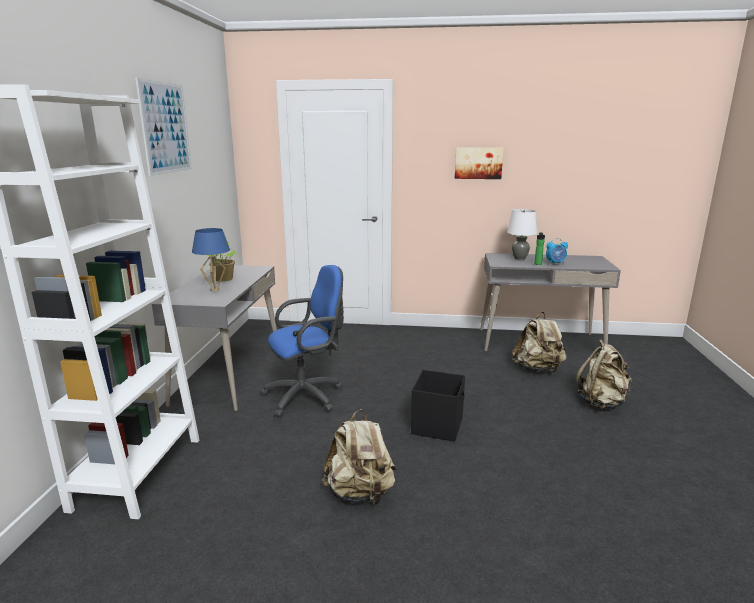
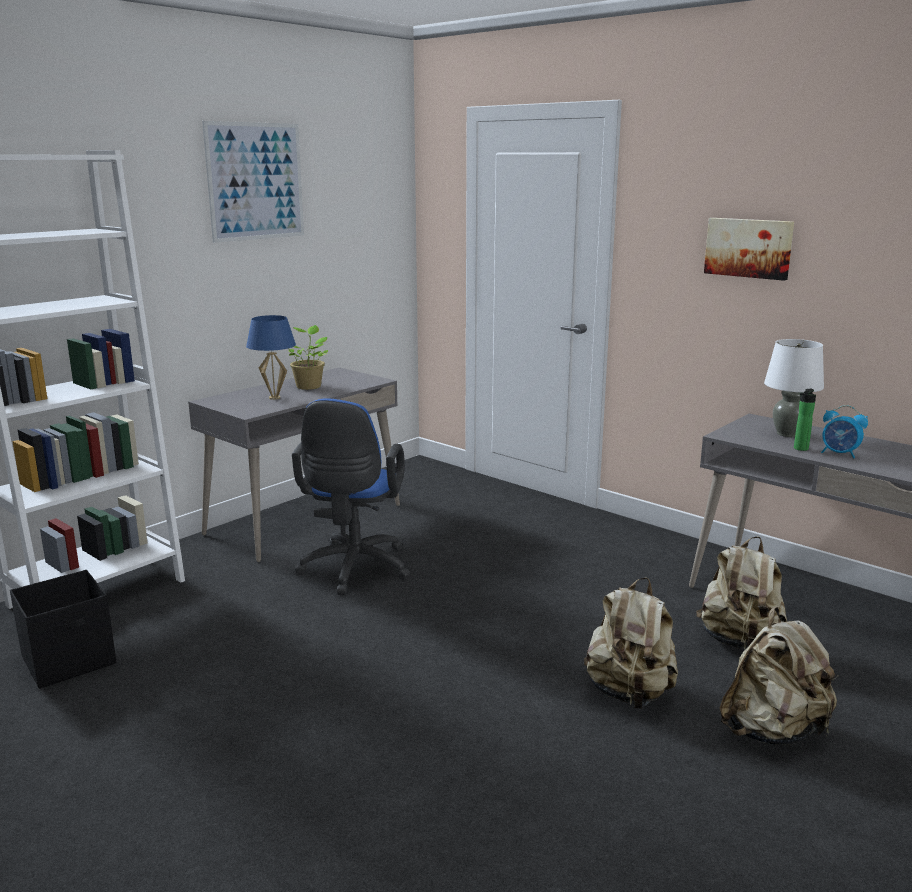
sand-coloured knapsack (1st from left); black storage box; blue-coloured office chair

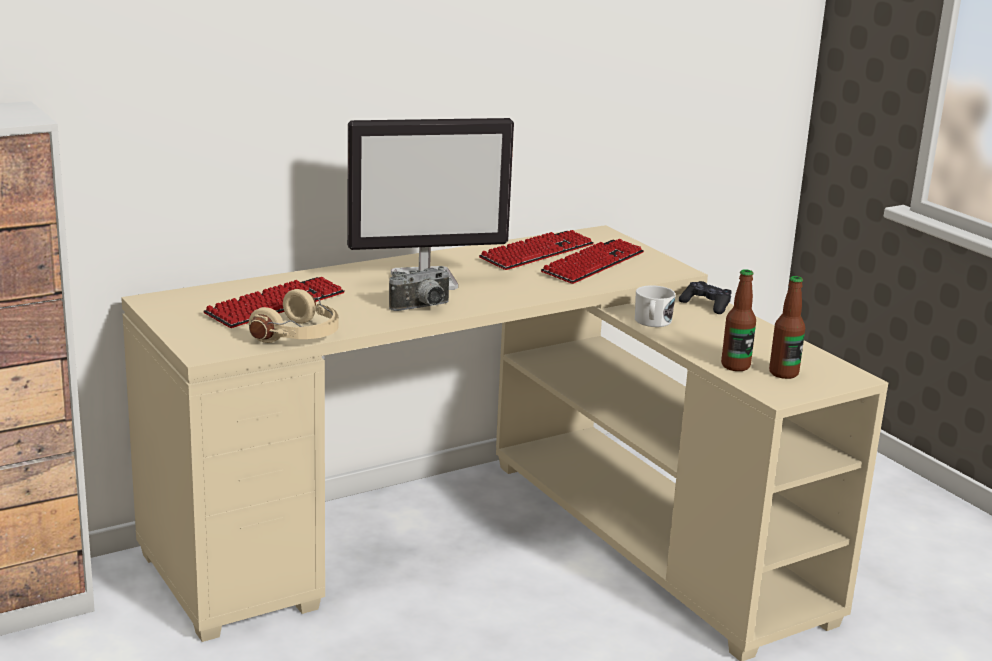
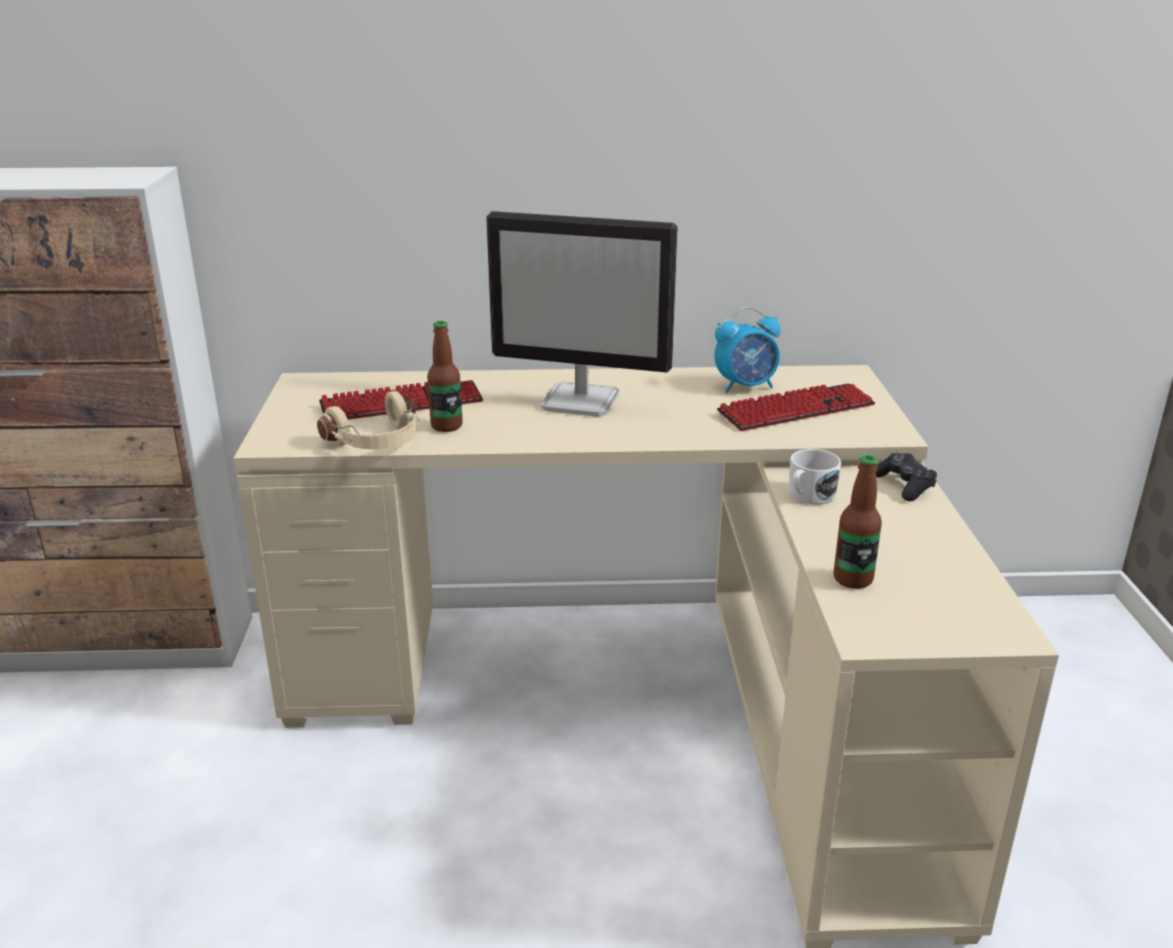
still camera; drink bottle (1st from left); bedside clock

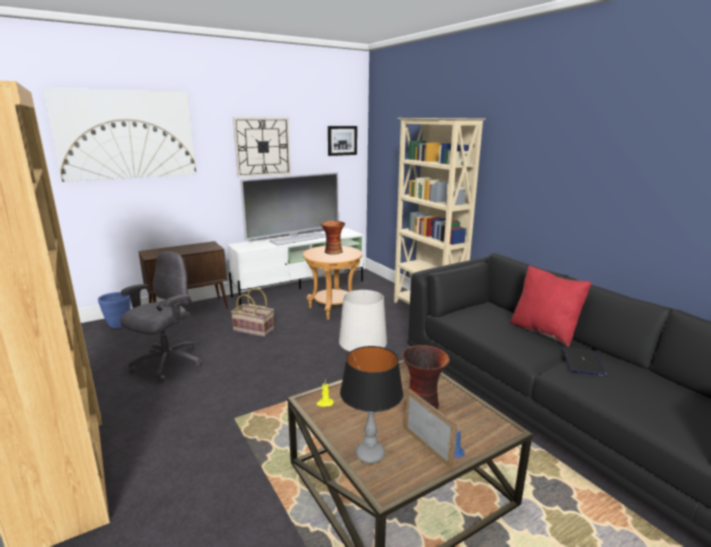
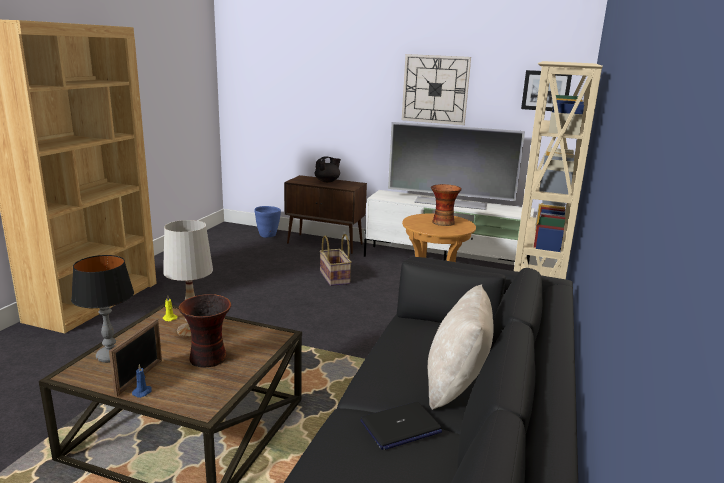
wall art (1st from left in the first image); gray office chair; black pot for tea; sand-coloured throw pillow

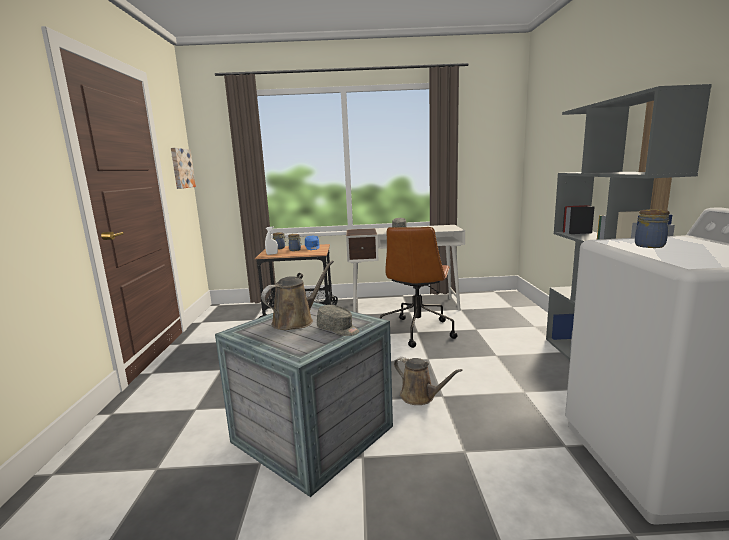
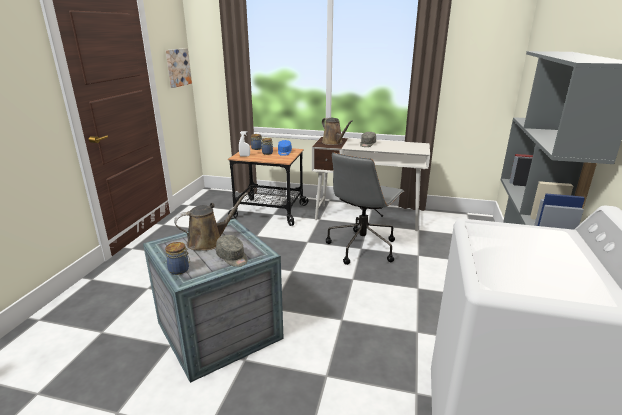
brownish watering pot (2nd from left); jar (1st from left); gray office chair

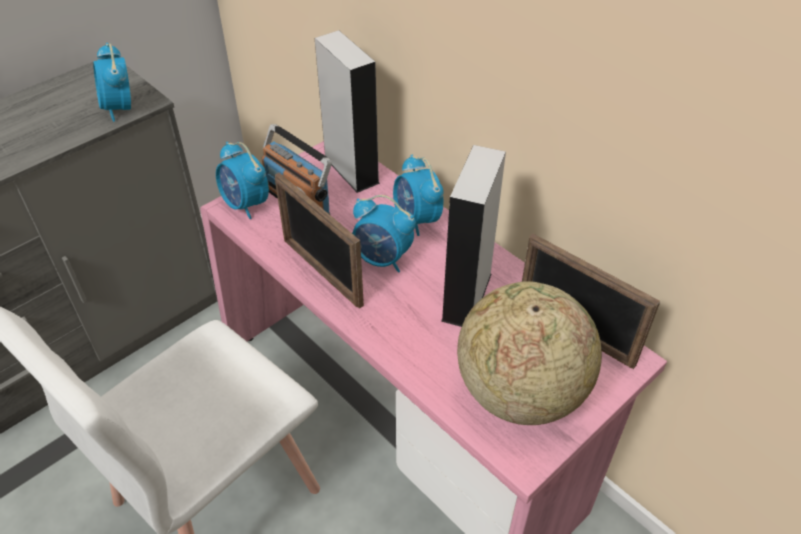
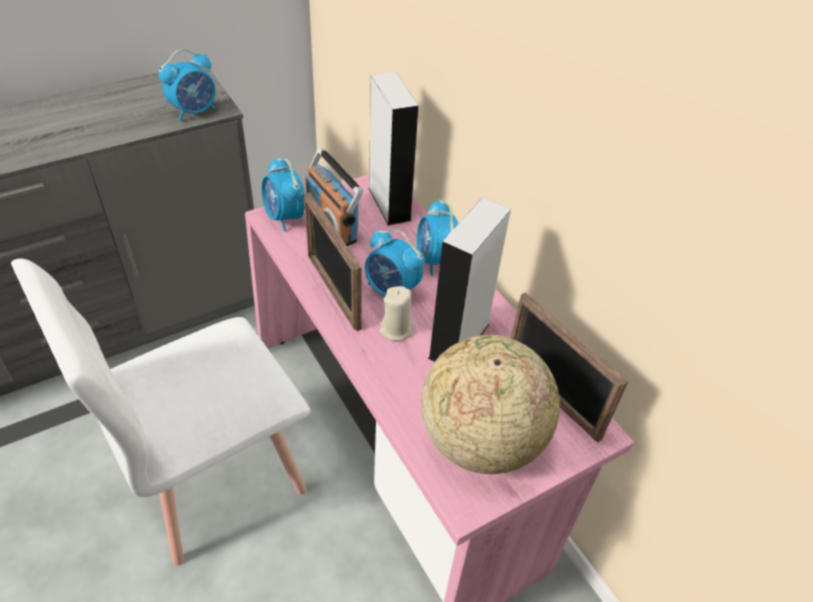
sand-coloured wax candle; bedside clock (1st from left)

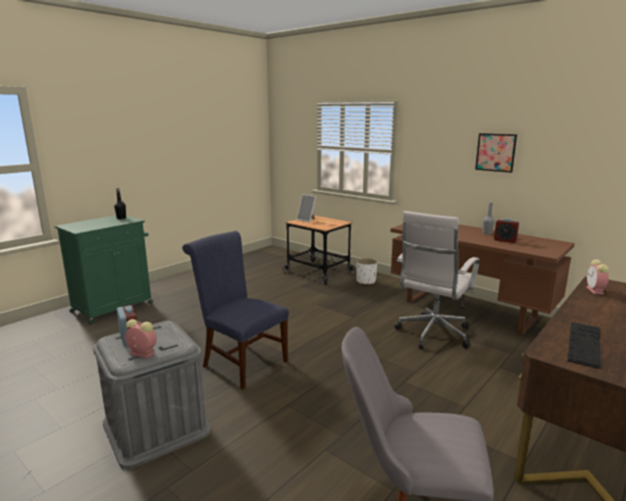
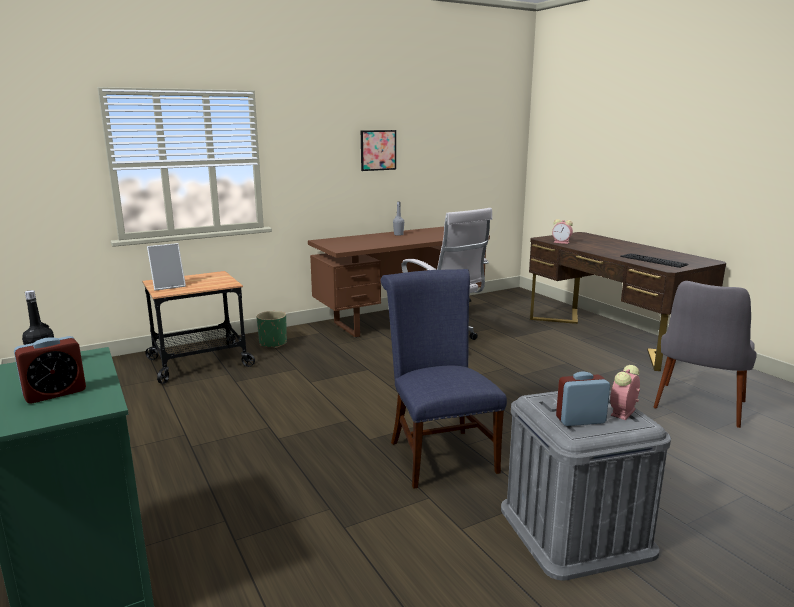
bedside clock (1st from left); greenish planter; blue-coloured chair

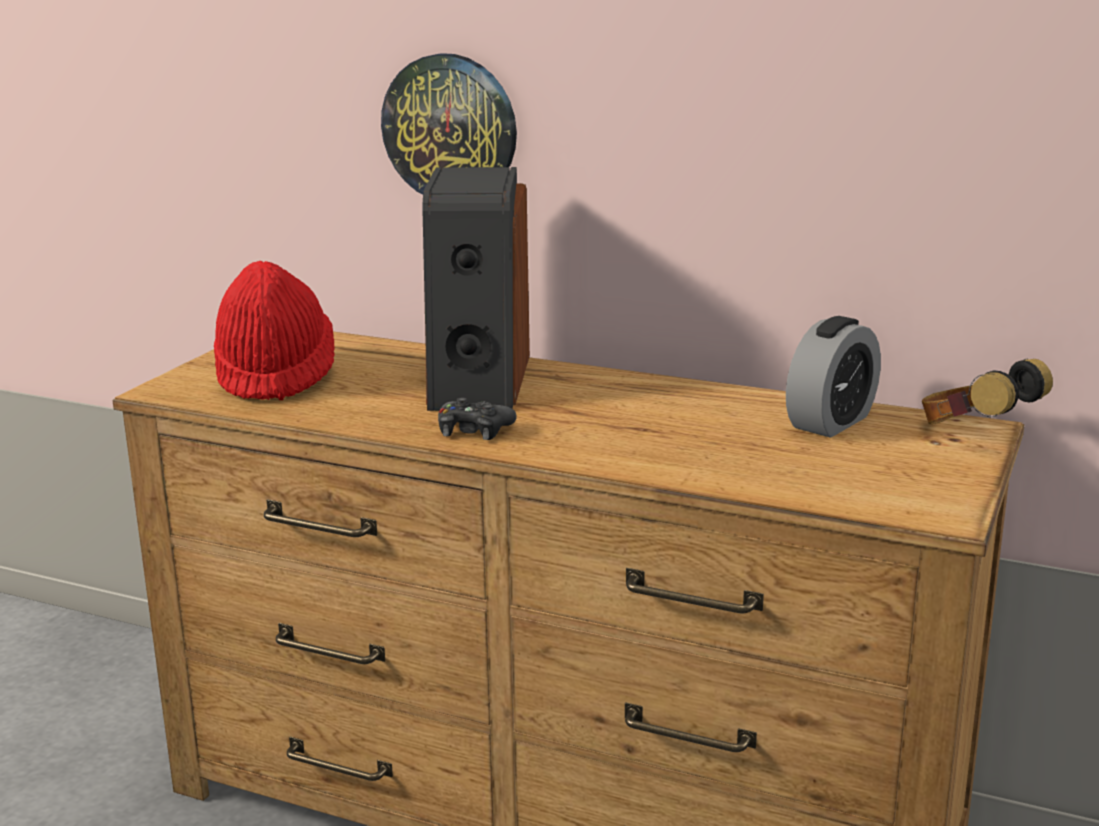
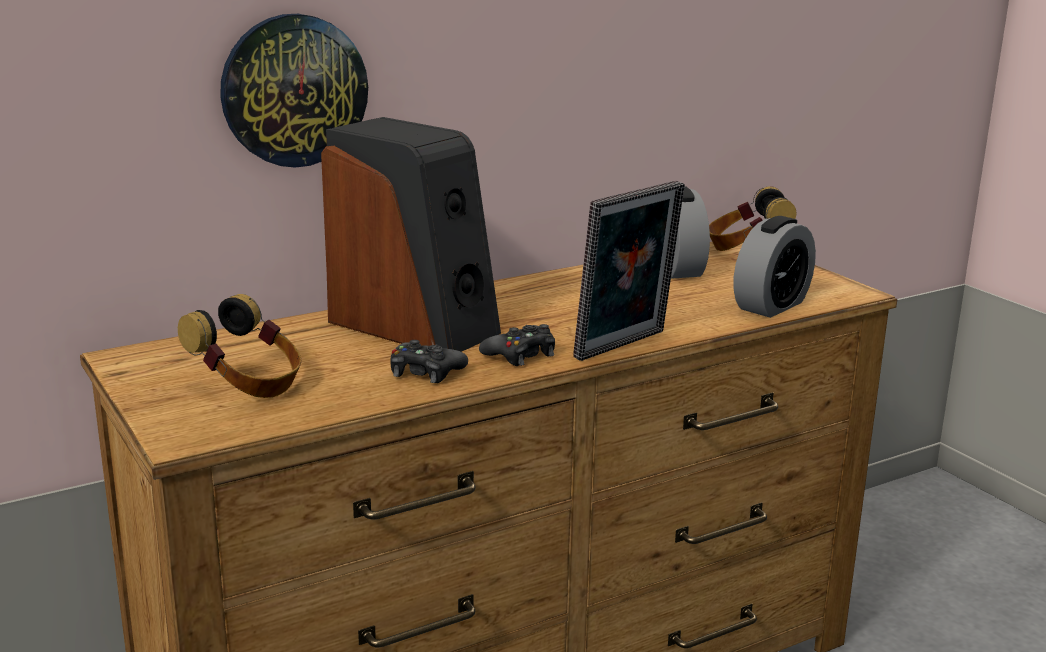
black gamepad (1st from left); standing frame; bedside clock (2nd from left); pair of headphones (1st from left)

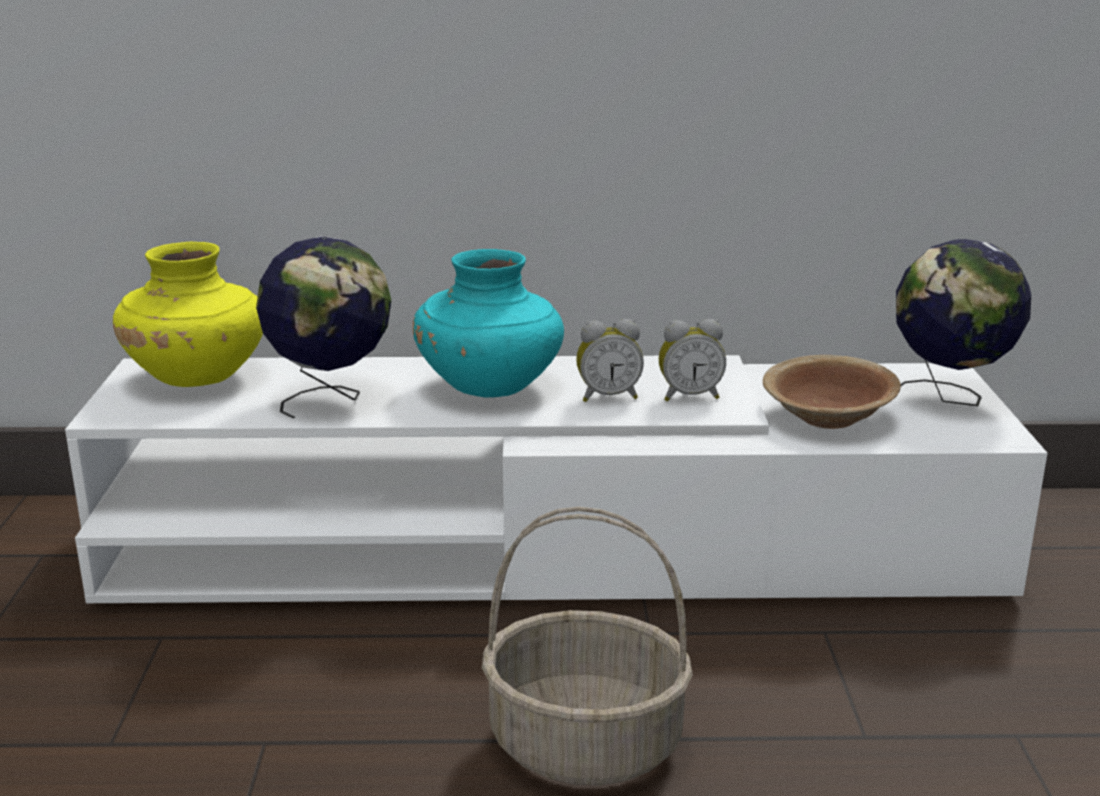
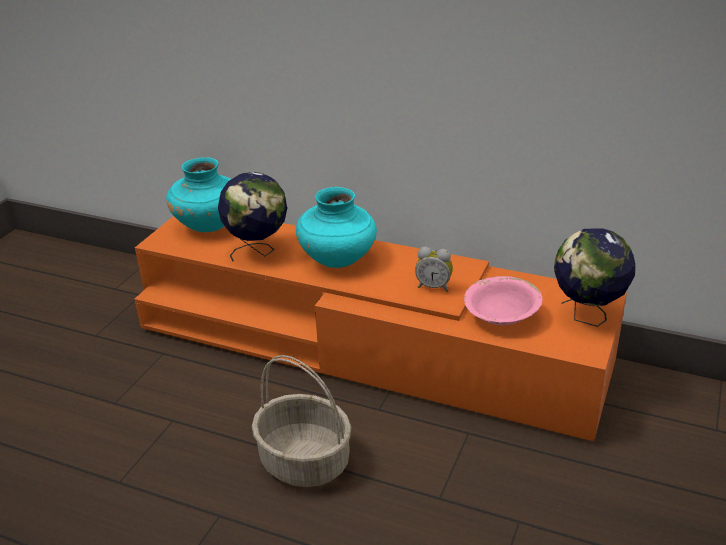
bedside clock (1st from left in the first image); orange-coloured tv stand; turquoise-coloured flower vase (1st from left); pink-coloured bowl

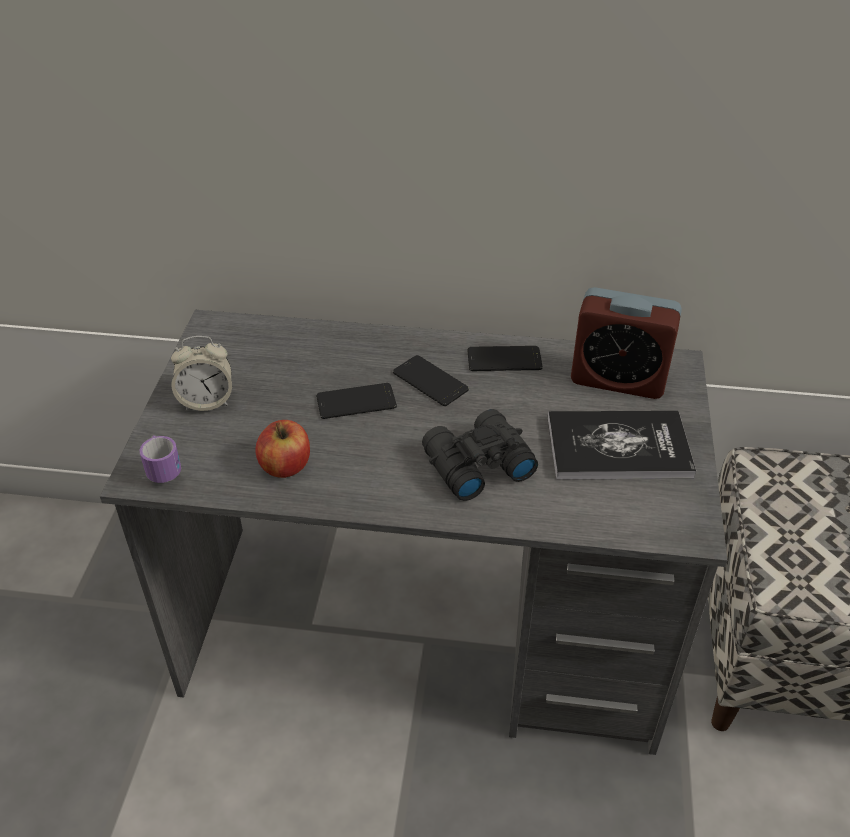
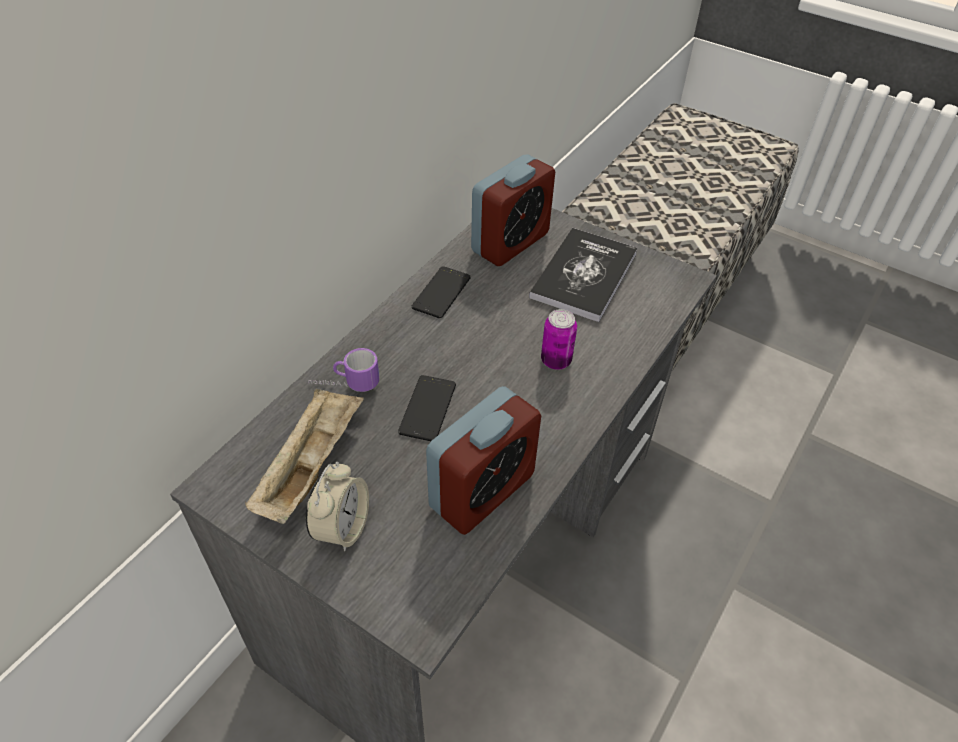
handset (2nd from left in the first image); sand-coloured serving tray; mug; bedside clock (2nd from left); can

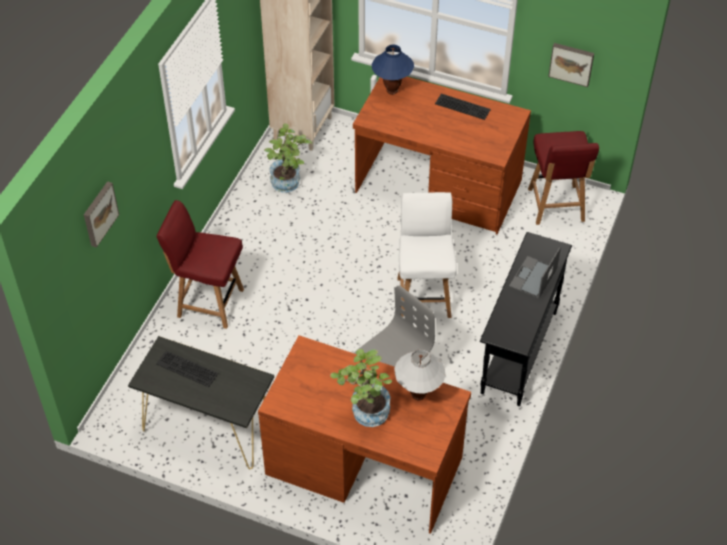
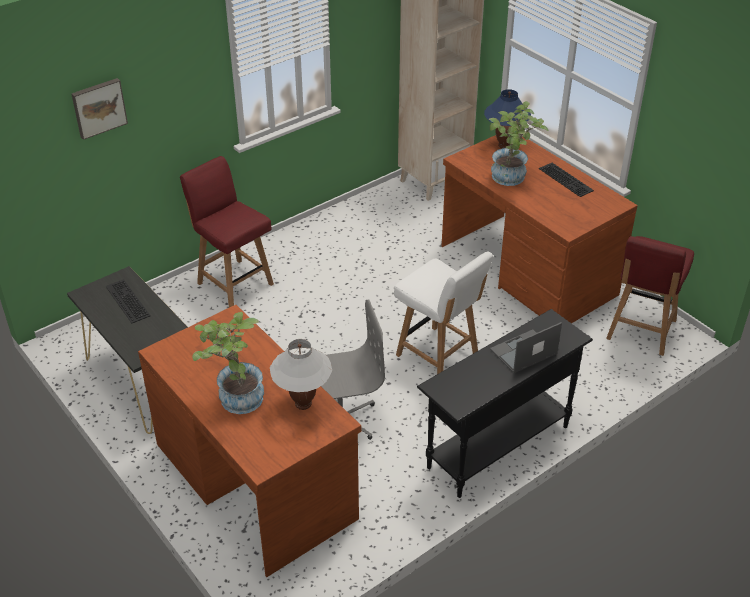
wall art (2nd from left in the first image); potted plant (2nd from left); whitish chair

